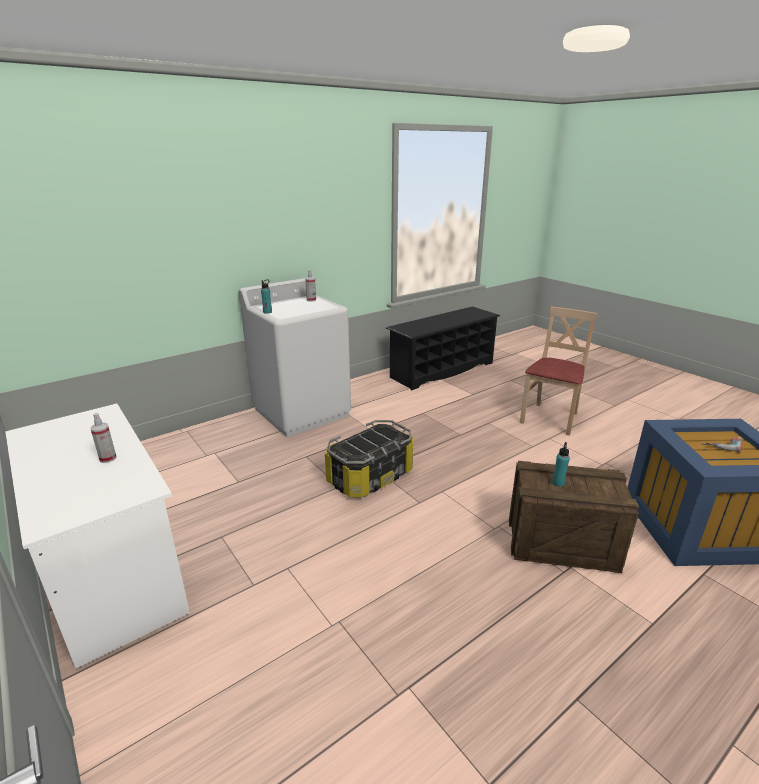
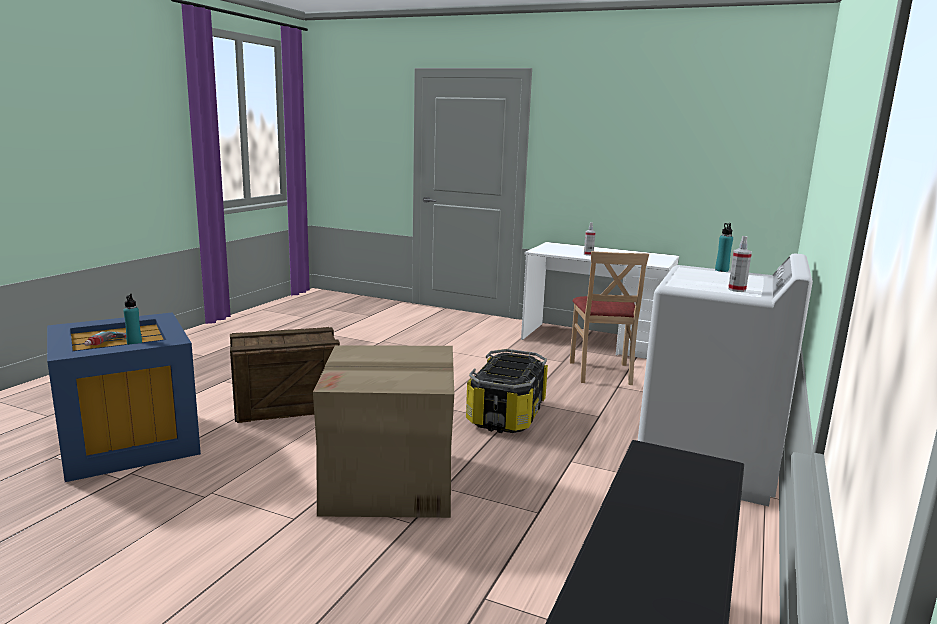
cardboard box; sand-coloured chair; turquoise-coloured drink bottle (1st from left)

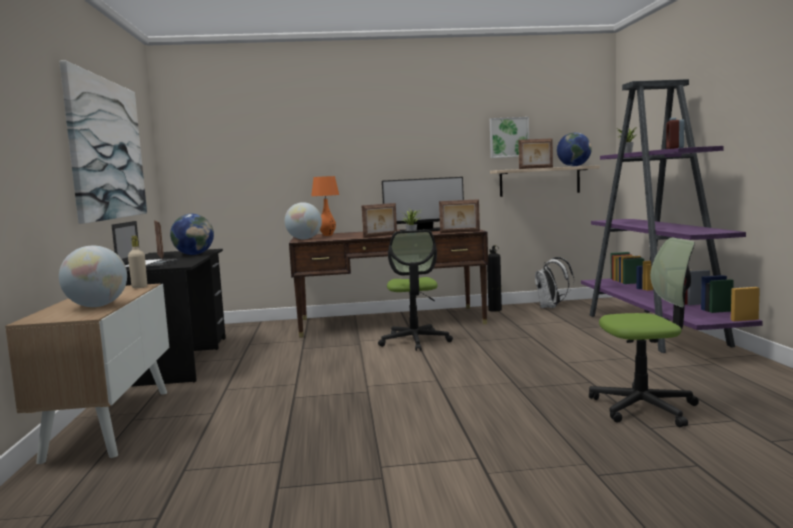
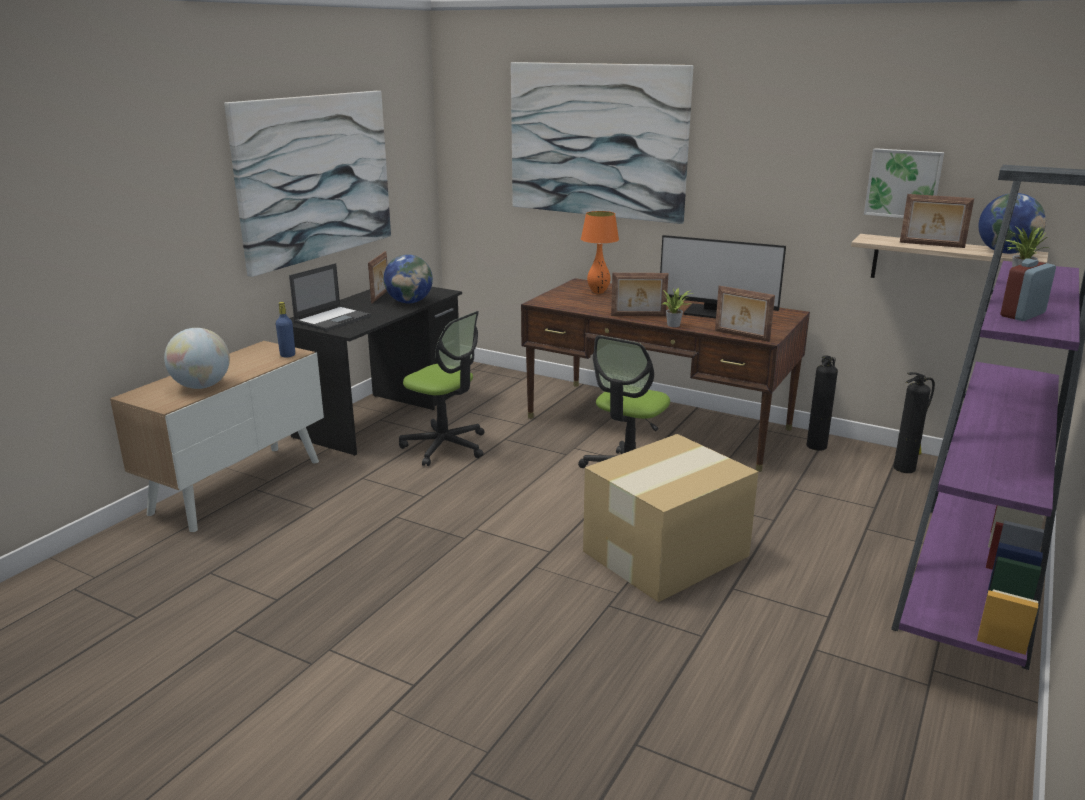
world globe (3rd from left in the first image); wall art (2nd from left); cardboard box; office chair (1st from left); fire extinguisher (2nd from left); blue-coloured drink bottle

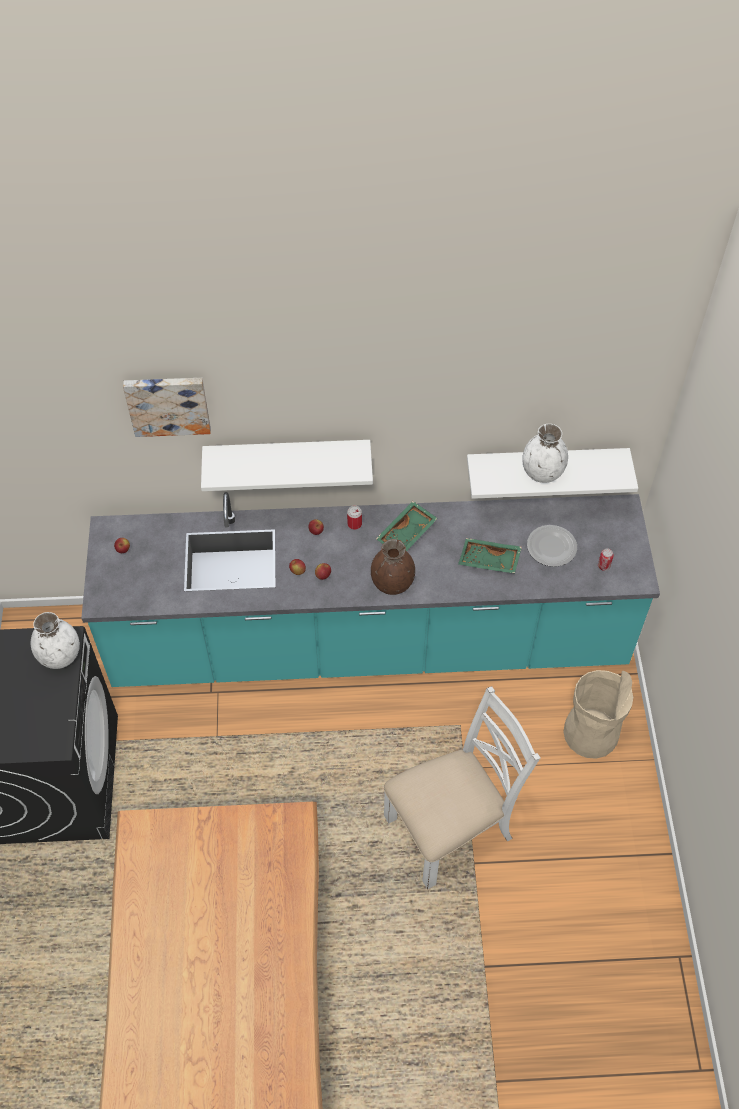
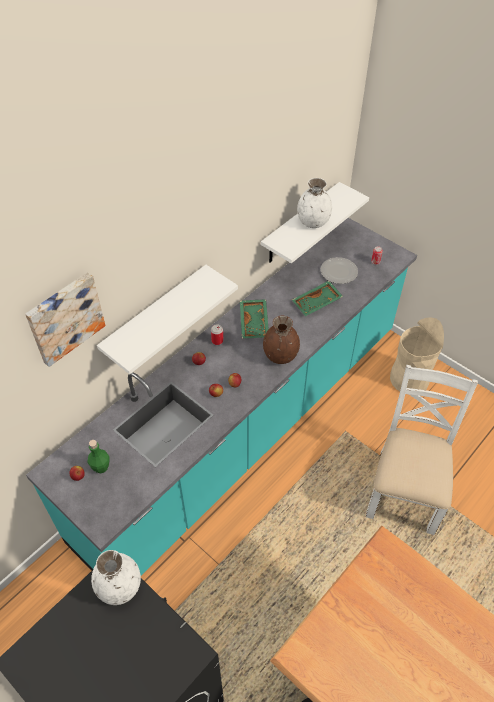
greenish drink bottle

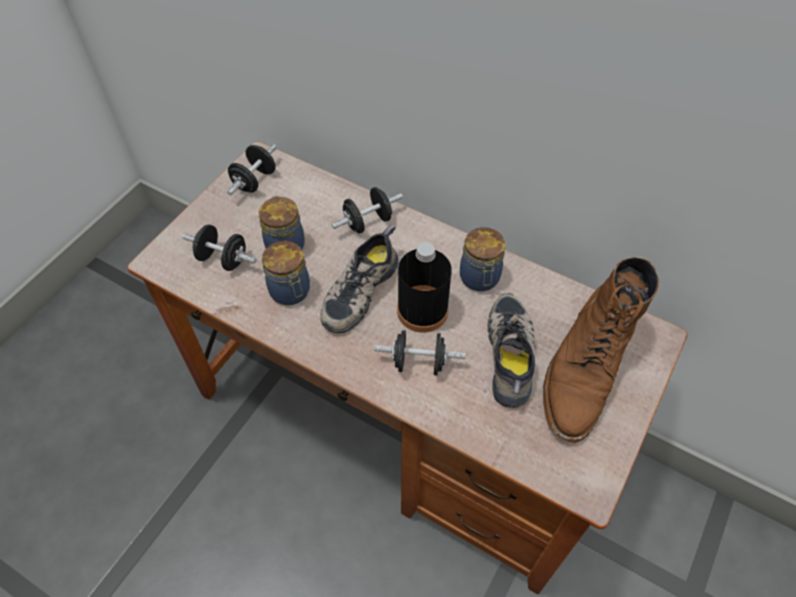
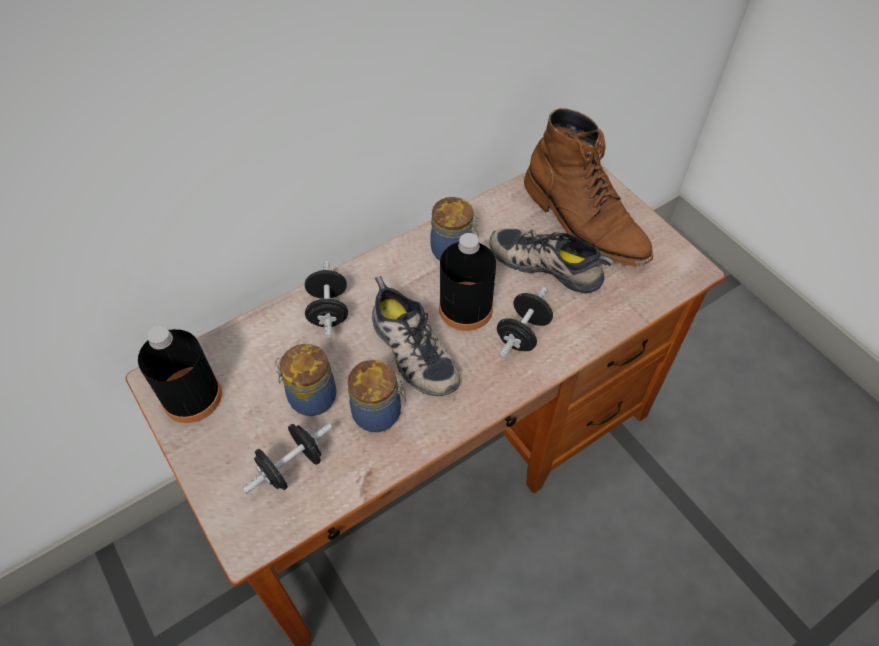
black drink bottle (1st from left)

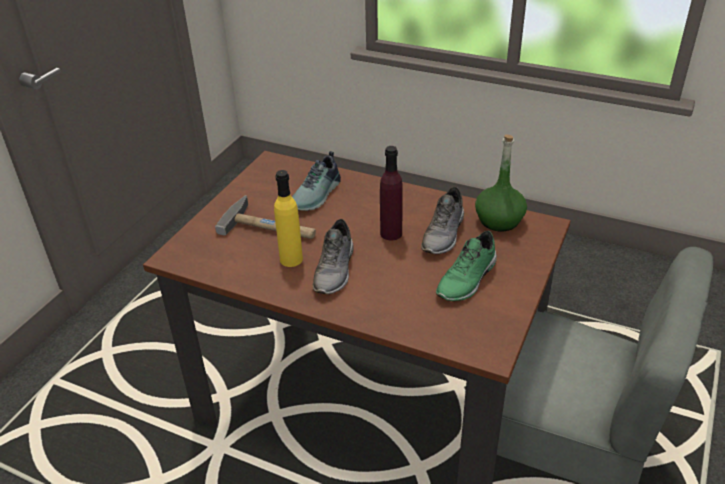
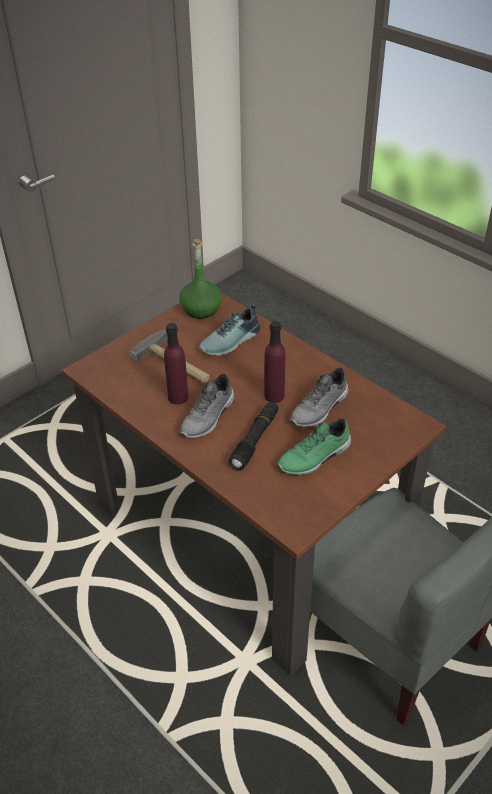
black hand torch; greenish drink bottle; purplish drink bottle (1st from left)

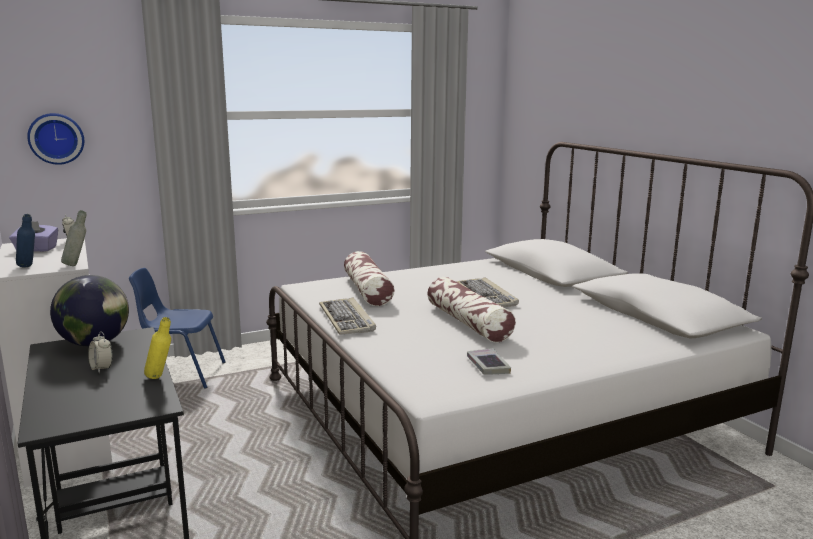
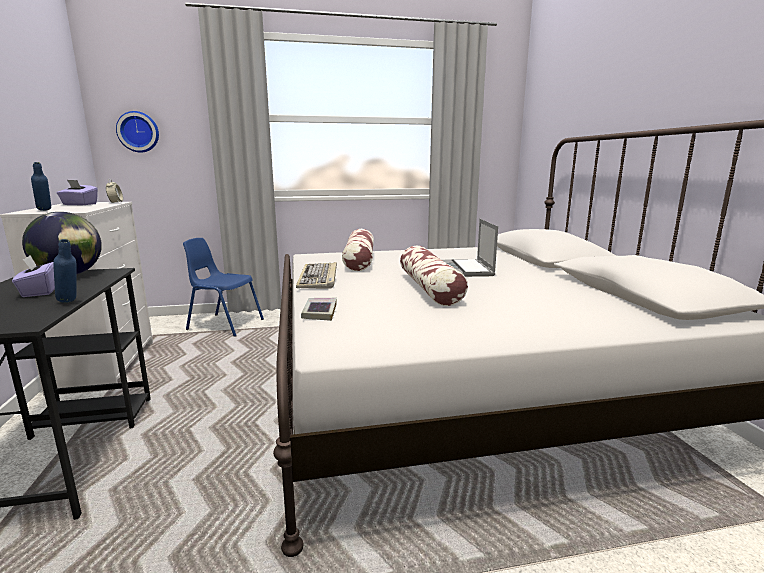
gray drink bottle; volume; purplish tissue box (1st from left); notebook computer; blue-coloured drink bottle (2nd from left)

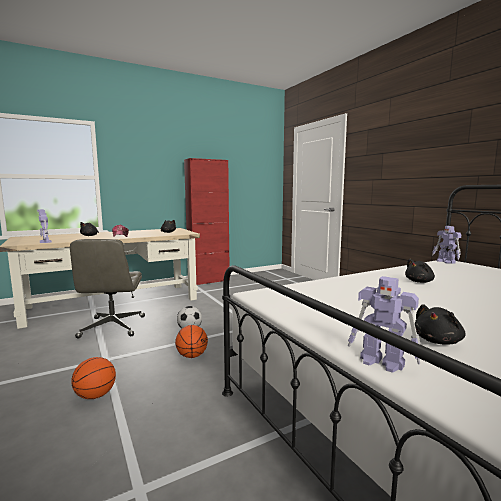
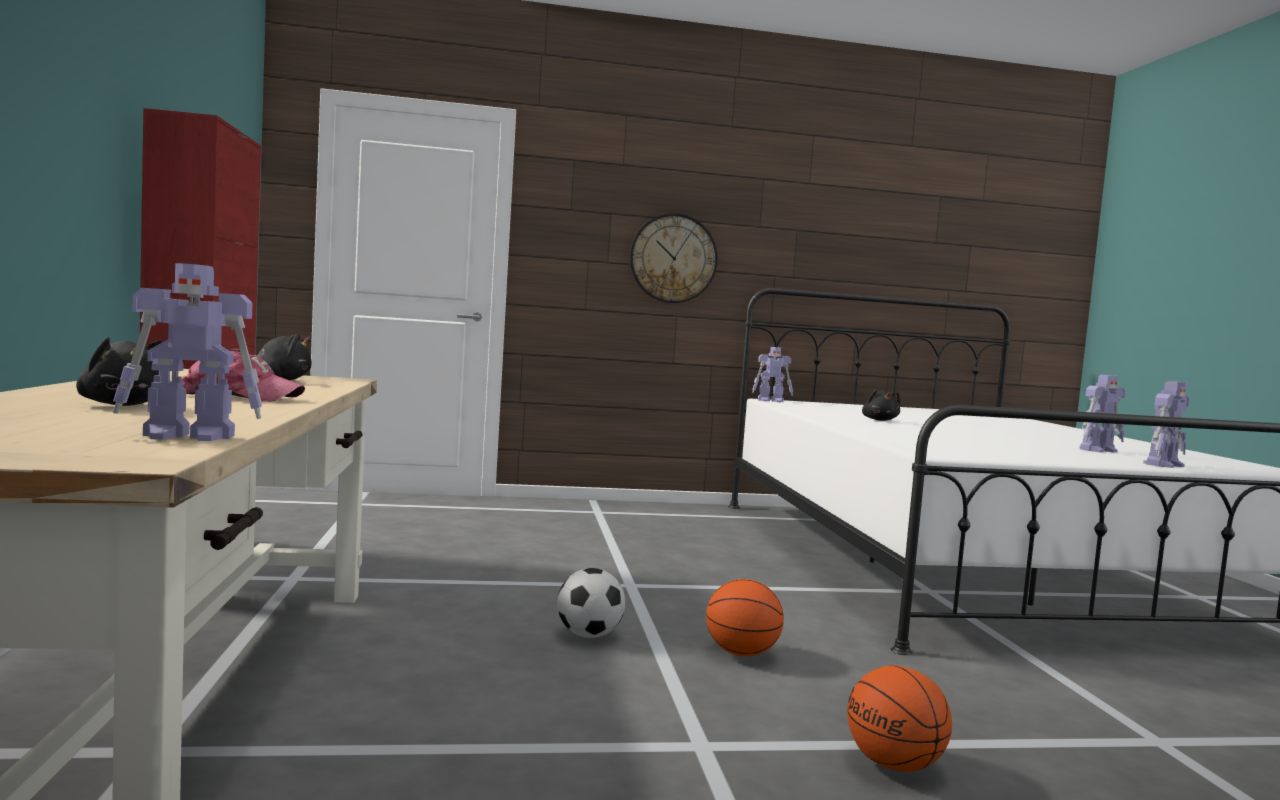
gray office chair; wall clock; model robot (3rd from left)

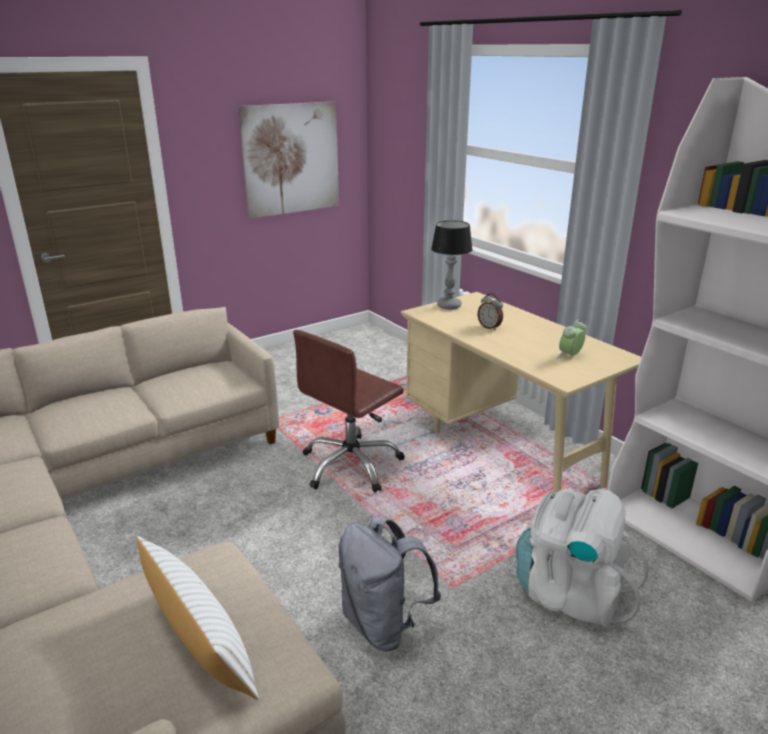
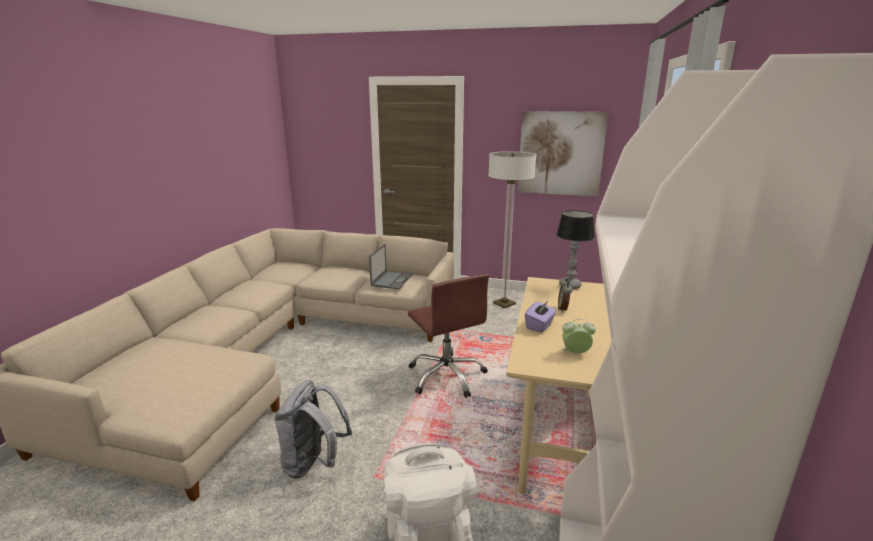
whitish throw pillow; notebook computer; standing lamp; purplish tissue box; brownish office chair

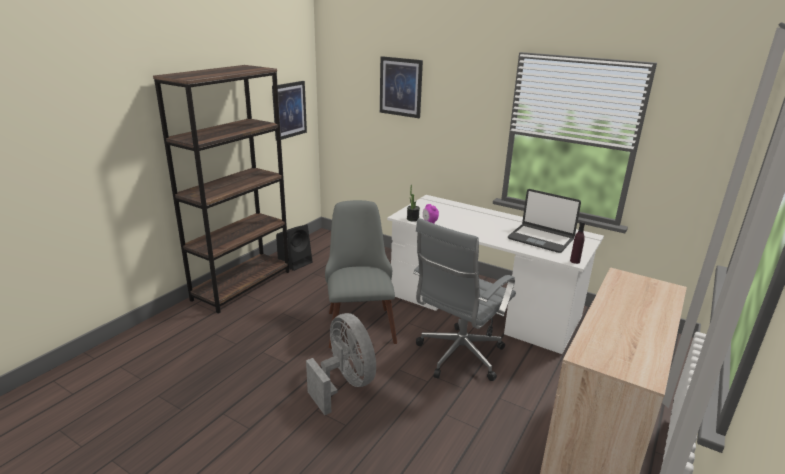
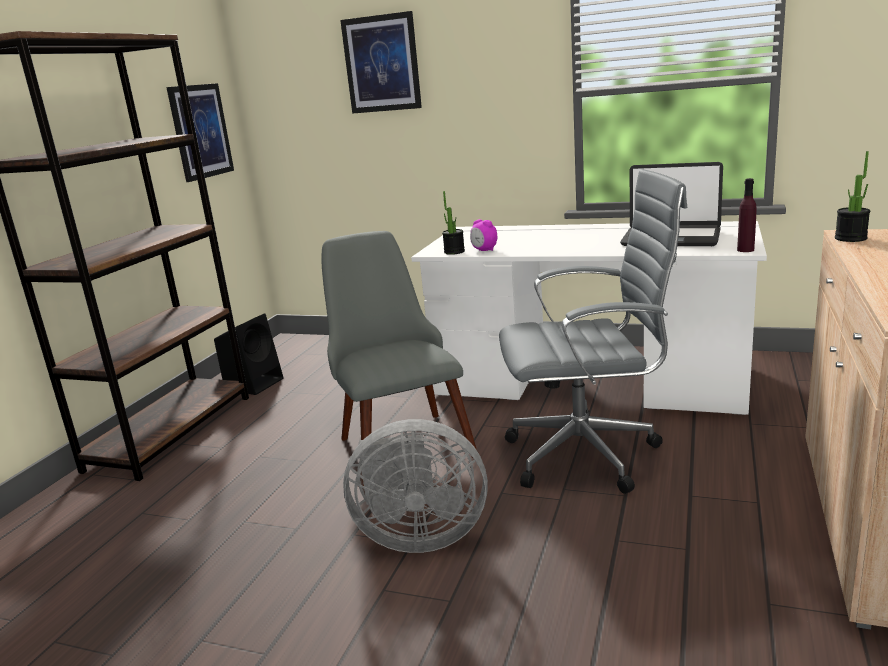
potted plant (2nd from left); gray fan; gray office chair

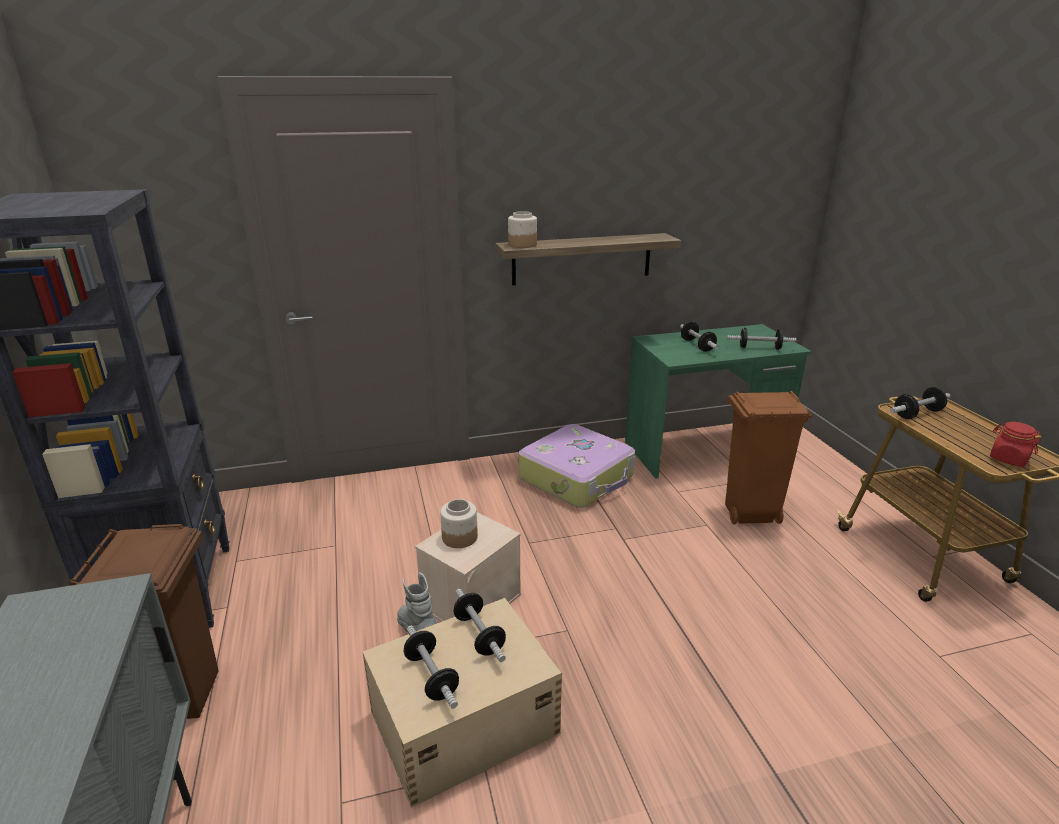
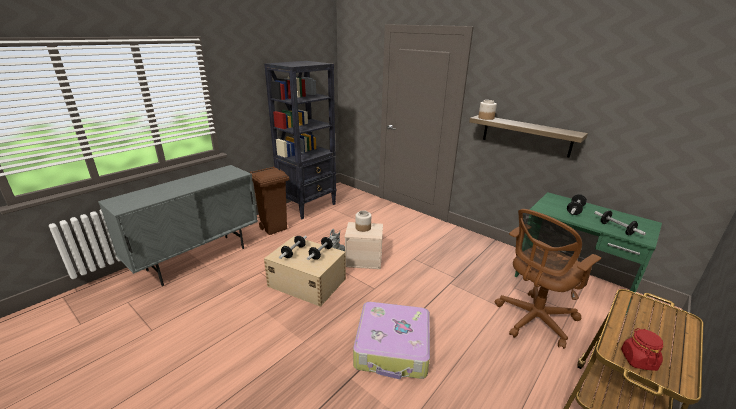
free weight (5th from left in the first image); suitcase; brownish office chair

